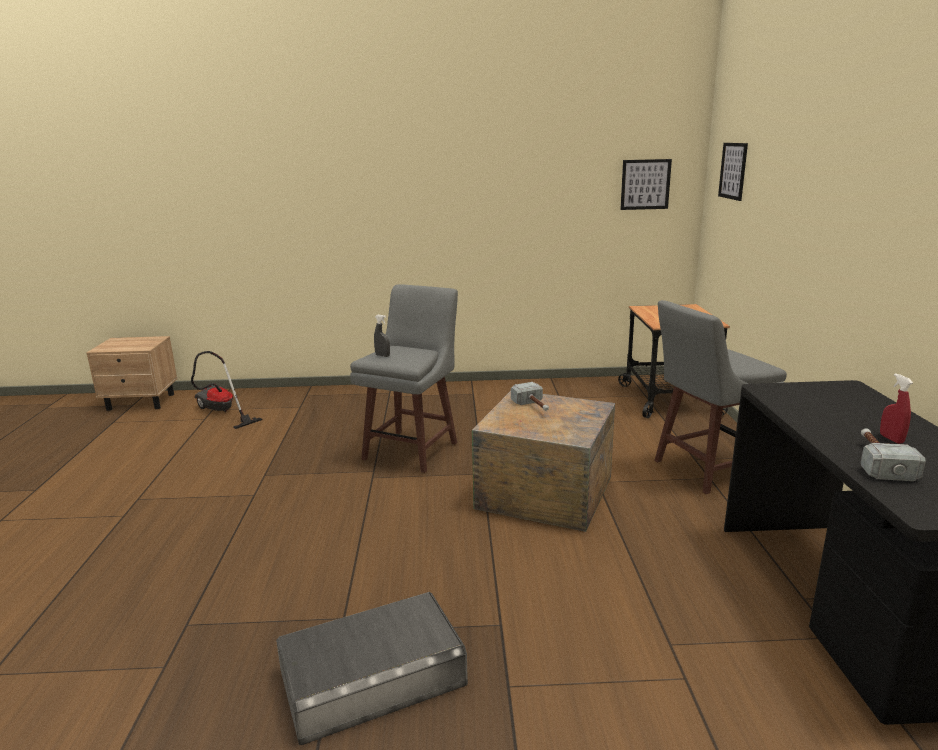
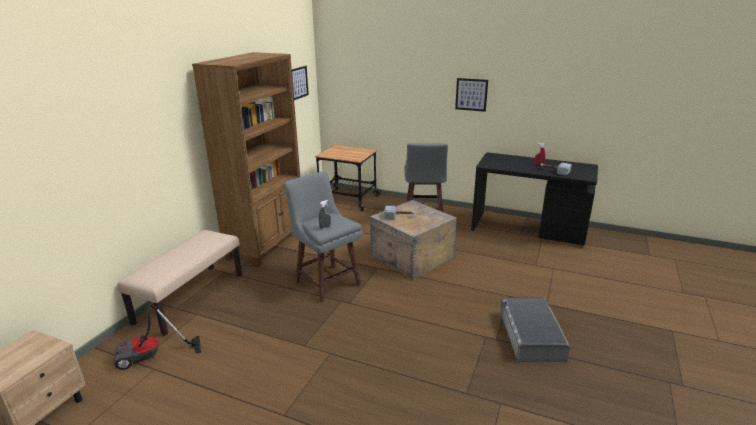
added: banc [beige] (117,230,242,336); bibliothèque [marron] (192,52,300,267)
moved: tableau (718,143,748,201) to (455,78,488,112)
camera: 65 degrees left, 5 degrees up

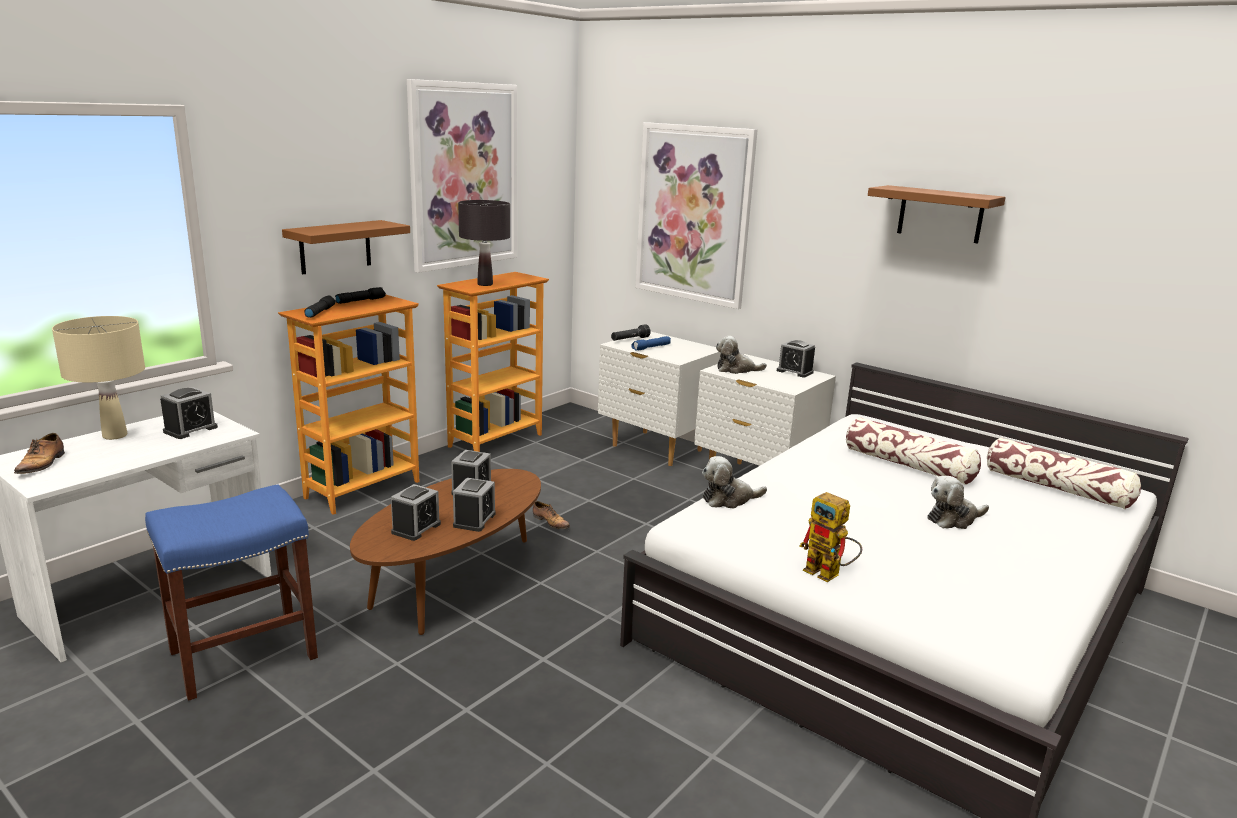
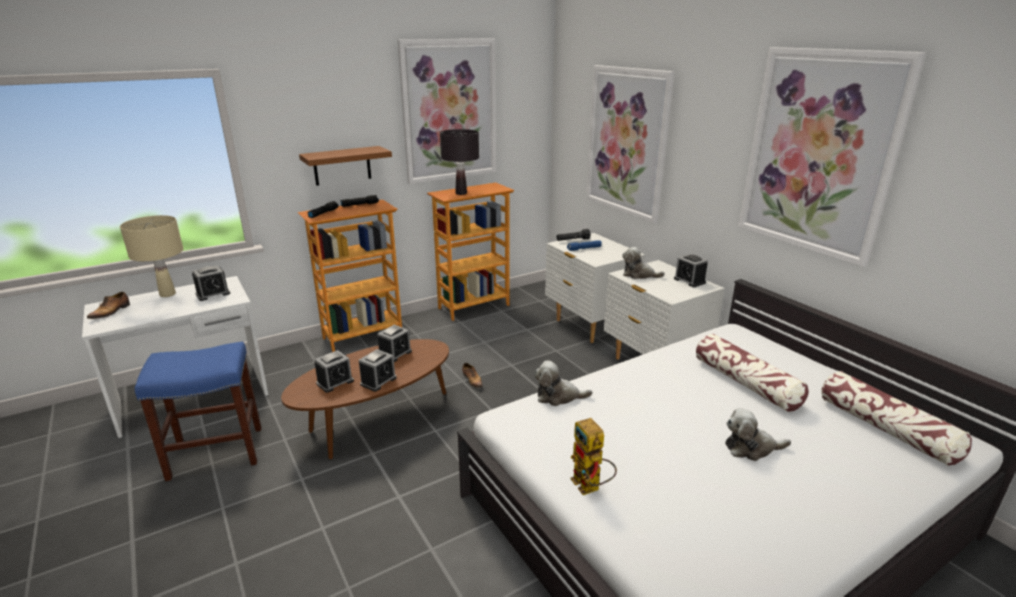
replaced: étagère [marron] (868,185,1006,244) to tableau (738,47,927,267)
camera: 20 degrees right, 5 degrees up

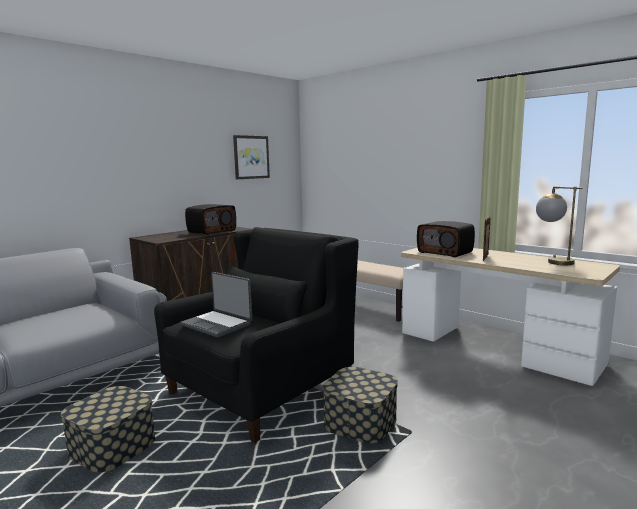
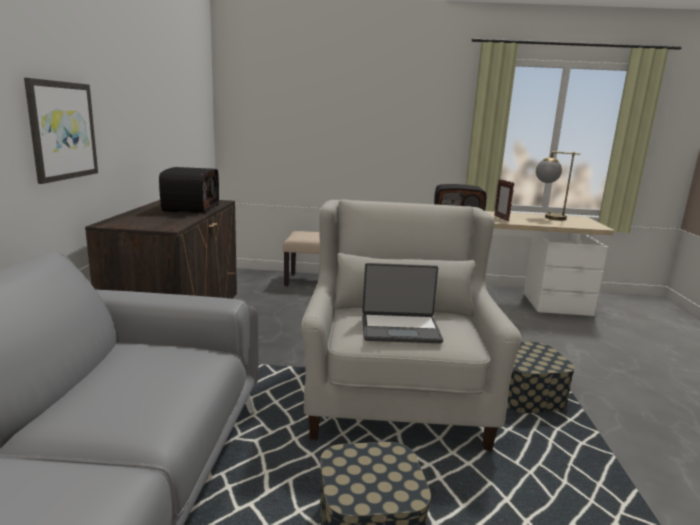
moved: tableau (233,135,270,179) to (24,78,98,184)
recoloured: fauteuil [noir] (154,227,359,443) to fauteuil [blanc] (302,199,521,451)
camera: 40 degrees left, 5 degrees up

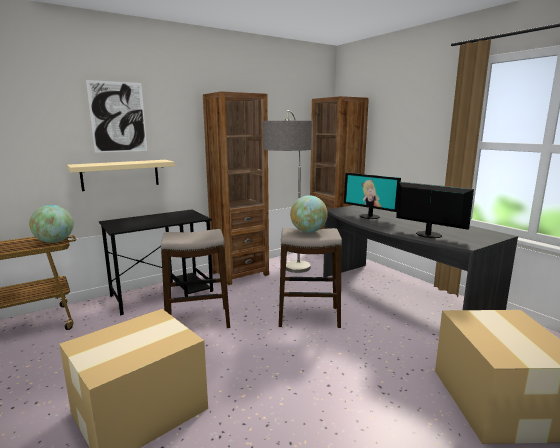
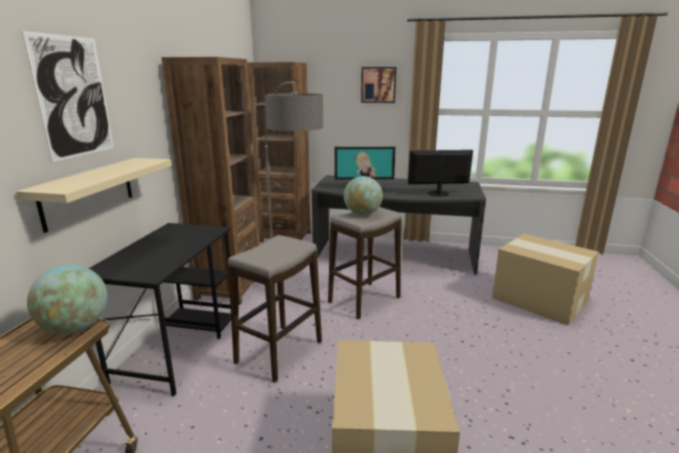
added: tableau (361,67,396,103)
camera: 45 degrees left, 5 degrees up

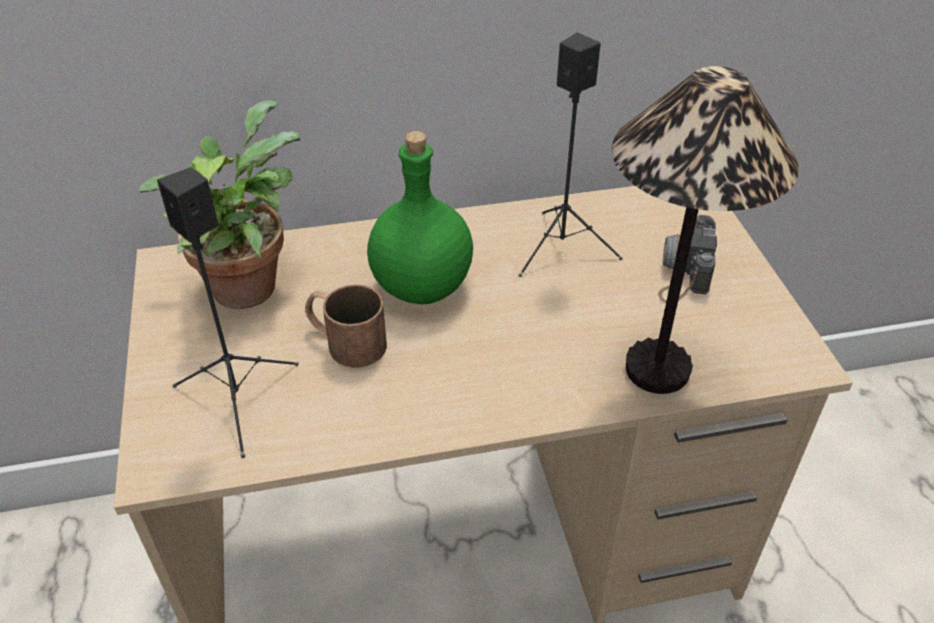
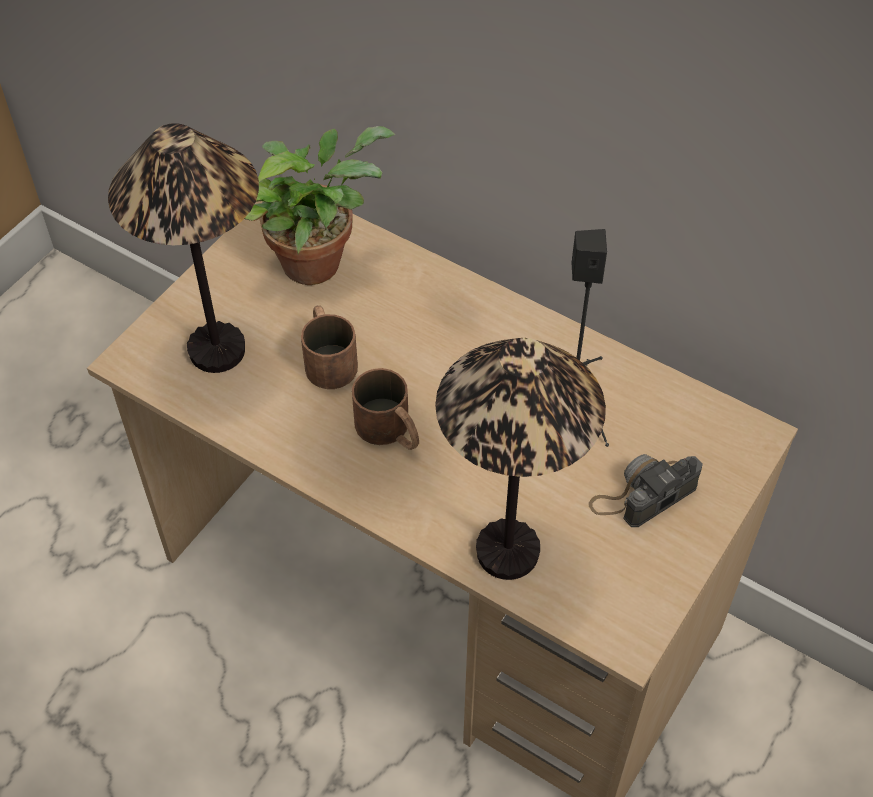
removed: bouteille [vert] (367,131,473,304)
added: mug [marron] (352,368,419,450)
replaced: enceinte [noir] (157,167,299,458) to lampe de table (108,123,259,373)
camera: 45 degrees right, 10 degrees up

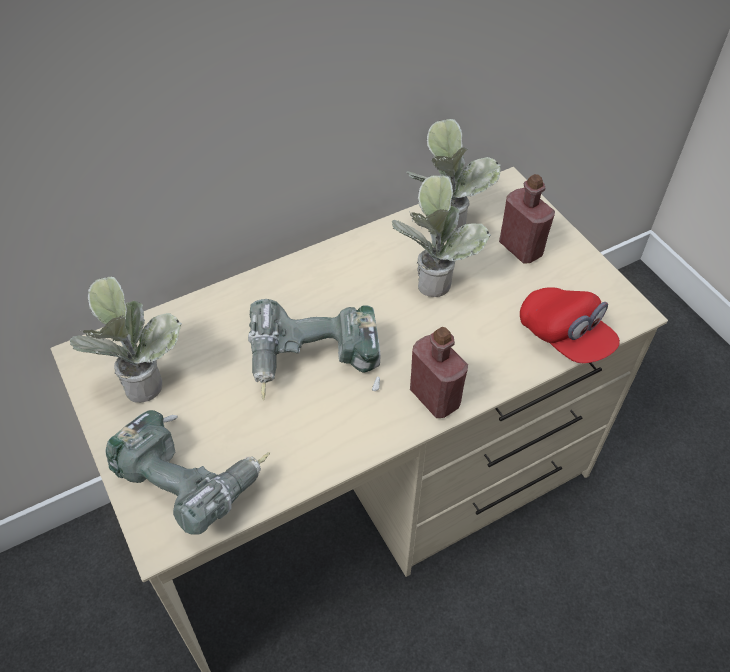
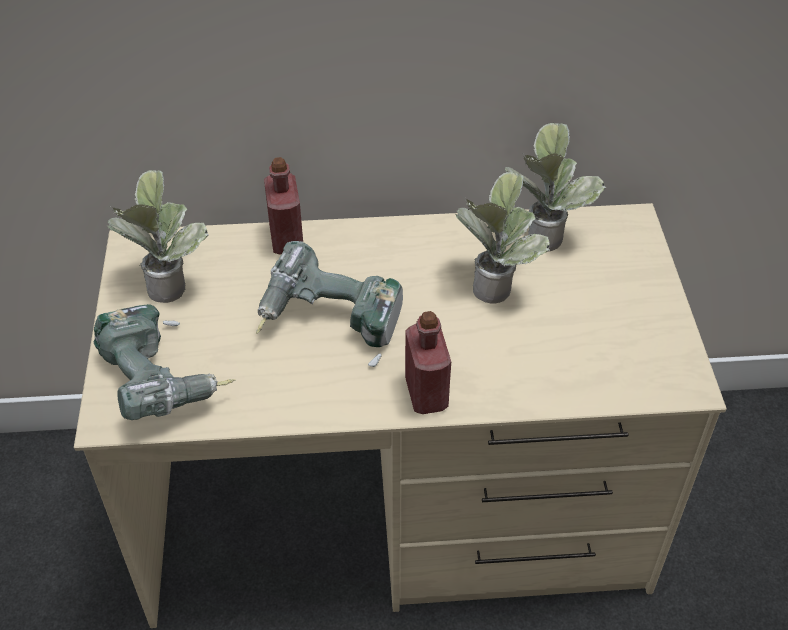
removed: casquette [rouge] (520,287,620,363)
moved: bouteille [rouge] (499,174,555,264) to (264,157,303,255)
camera: 25 degrees right, 5 degrees down

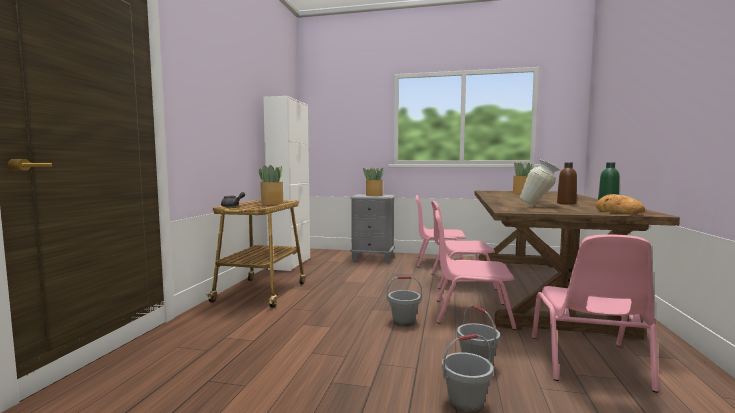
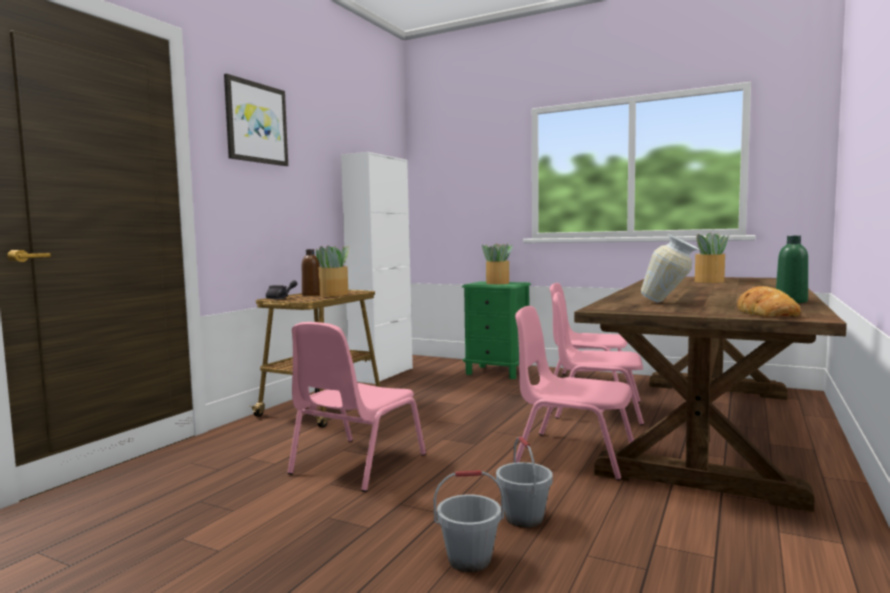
removed: seau [gris] (387,276,422,326)
added: tableau (224,73,288,166)
moved: chaise [rose] (532,234,659,393) to (288,322,426,492); bouteille [marron] (557,162,577,205) to (302,249,320,296)
recoloured: table de chevet [gris] (350,194,396,263) to table de chevet [vert] (462,281,531,379)
camera: 15 degrees right, 0 degrees up

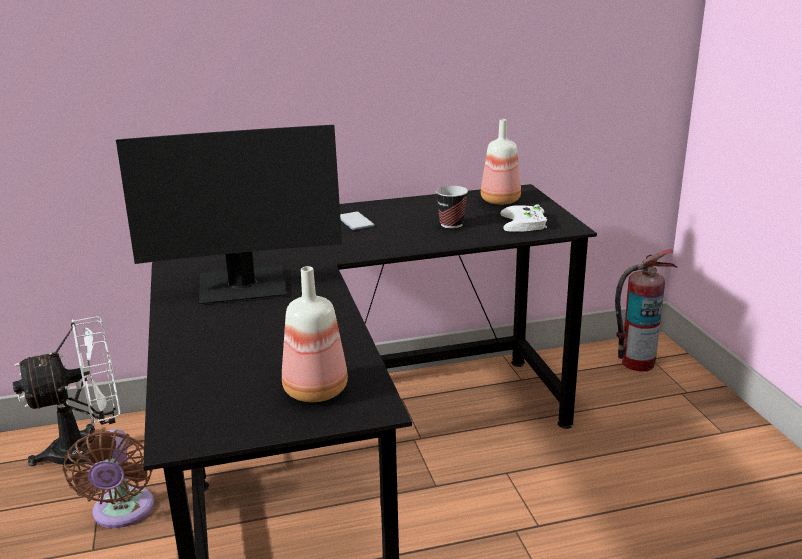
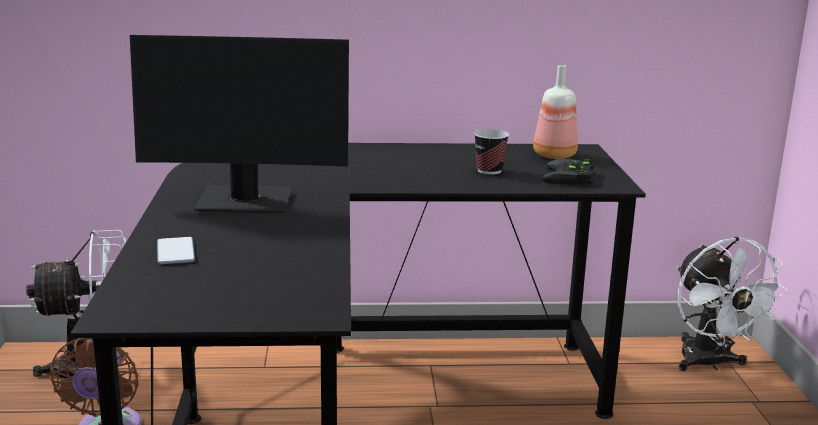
removed: bouteille (282,266,348,402)
moved: téléphone (340,211,375,230) to (157,237,195,264)
replaced: extincteur (615,249,677,371) to ventilateur [blanc] (677,237,789,371)
recoloured: manette [blanc] (500,205,547,232) to manette [noir] (543,159,594,184)
camera: 10 degrees right, 5 degrees down

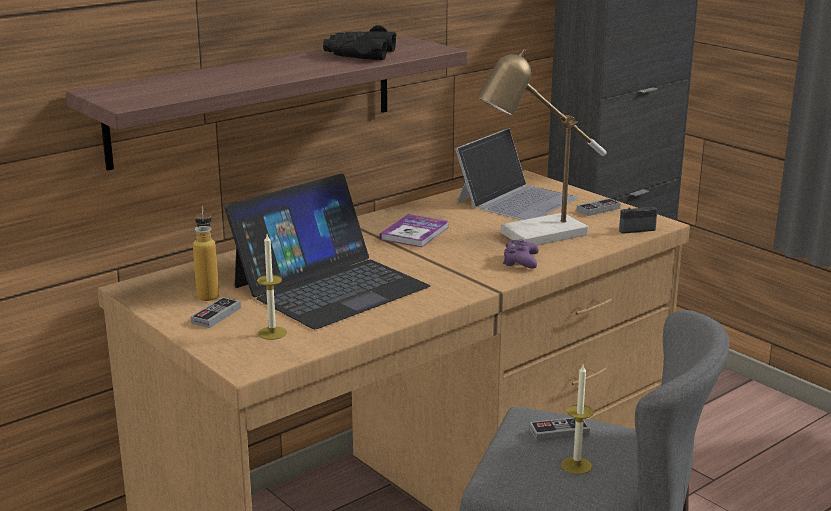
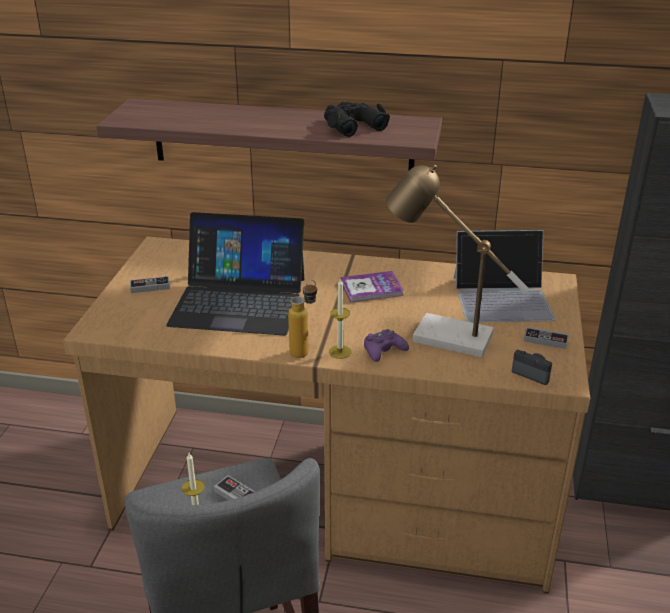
moved: bouteille (193,205,219,301) to (288,280,317,358); bougie (257,234,287,340) to (329,278,351,359)
camera: 50 degrees right, 10 degrees up

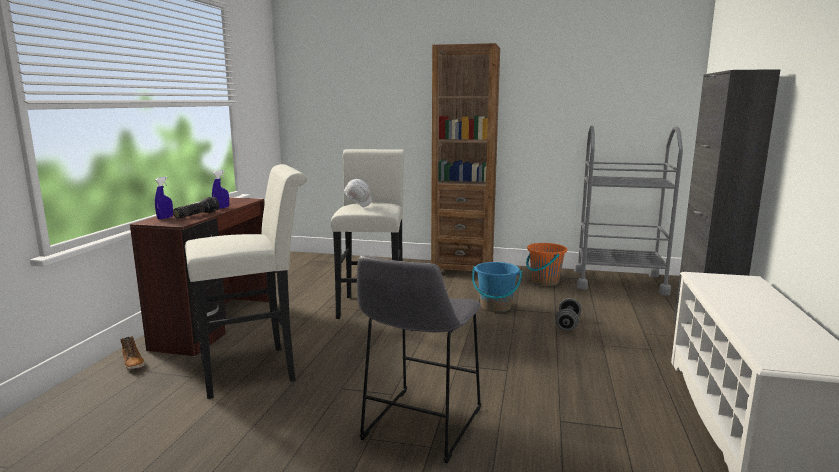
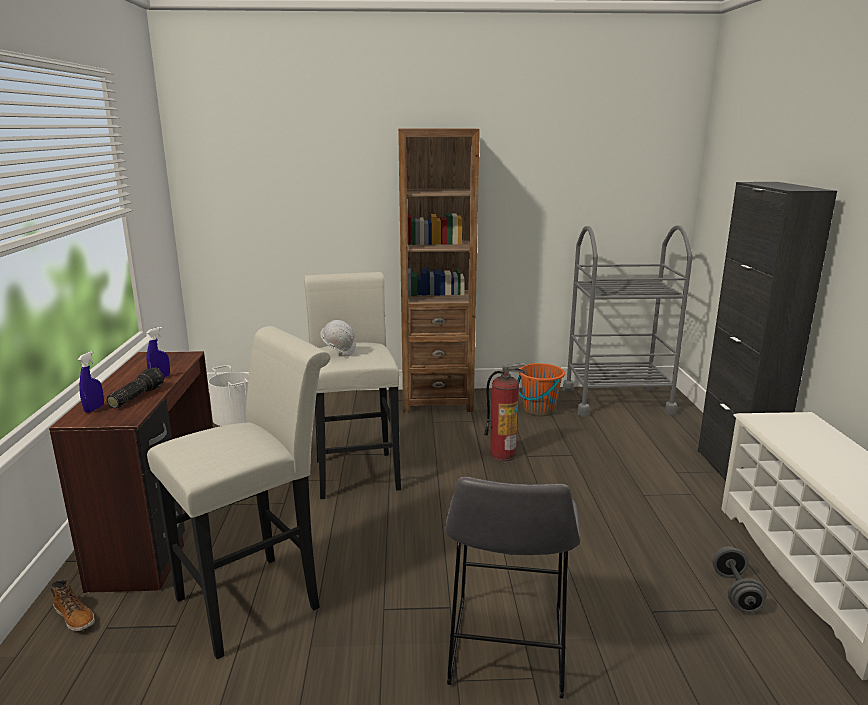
added: seau [blanc] (208,365,249,426)
moved: haltère [gris] (555,298,581,331) to (713,546,767,613)
replaced: seau [bleu] (472,262,522,312) to extincteur (484,363,525,461)
camera: 15 degrees left, 5 degrees up

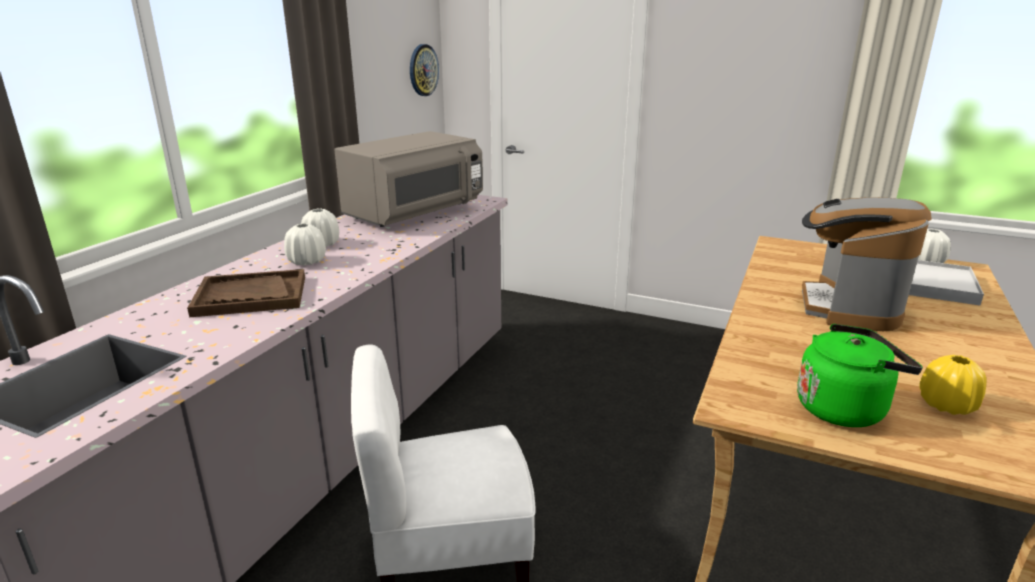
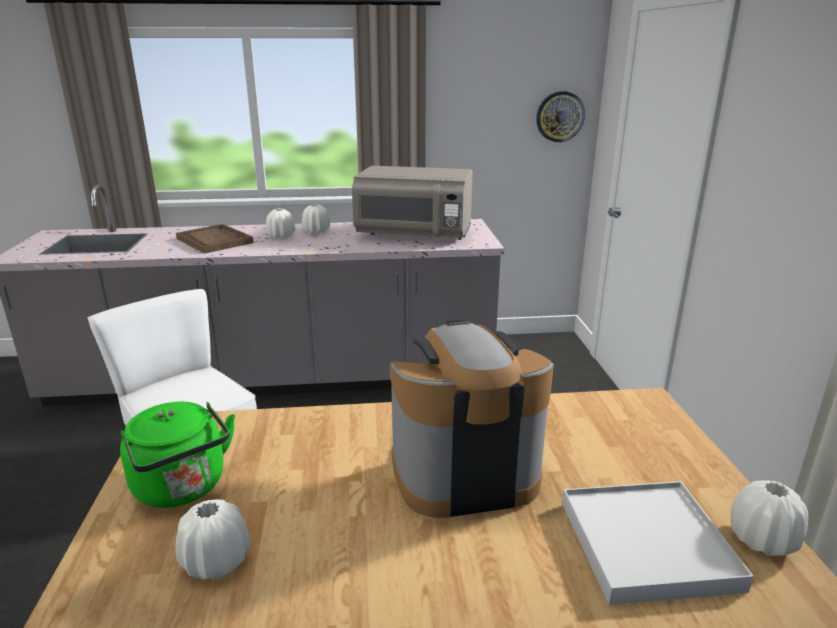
recoloured: vase [jaune] (919,355,987,415) to vase [blanc] (176,499,250,579)
camera: 60 degrees right, 0 degrees up

